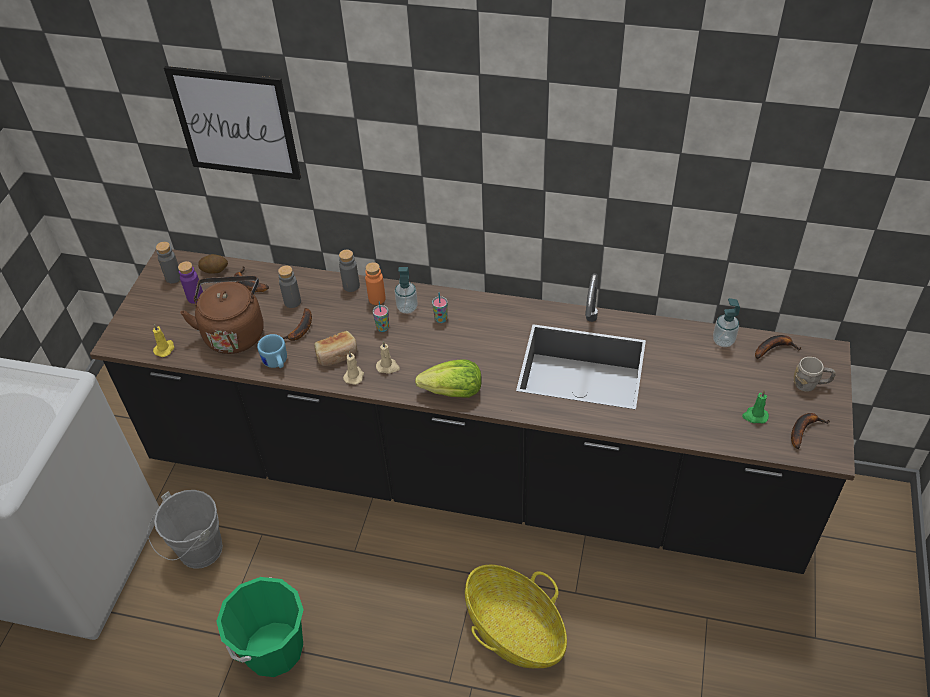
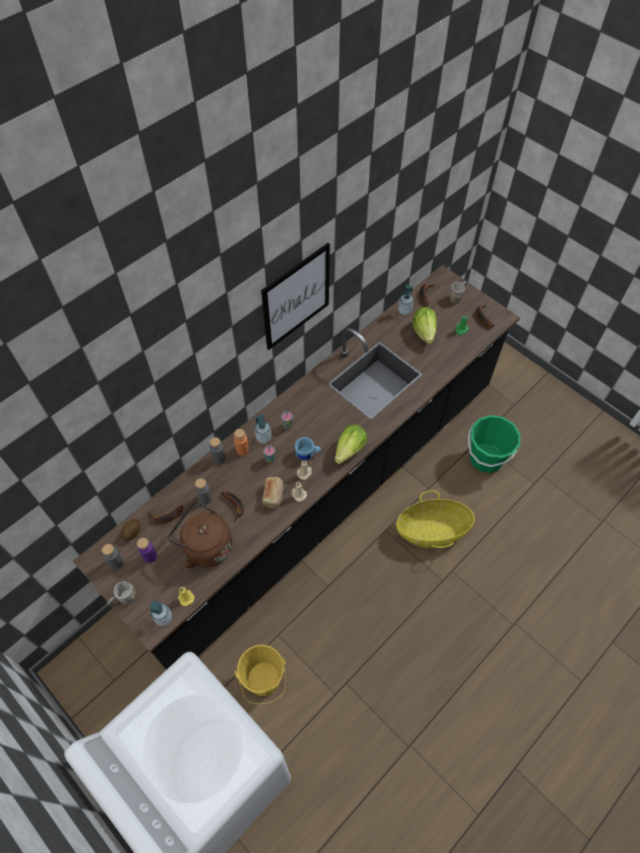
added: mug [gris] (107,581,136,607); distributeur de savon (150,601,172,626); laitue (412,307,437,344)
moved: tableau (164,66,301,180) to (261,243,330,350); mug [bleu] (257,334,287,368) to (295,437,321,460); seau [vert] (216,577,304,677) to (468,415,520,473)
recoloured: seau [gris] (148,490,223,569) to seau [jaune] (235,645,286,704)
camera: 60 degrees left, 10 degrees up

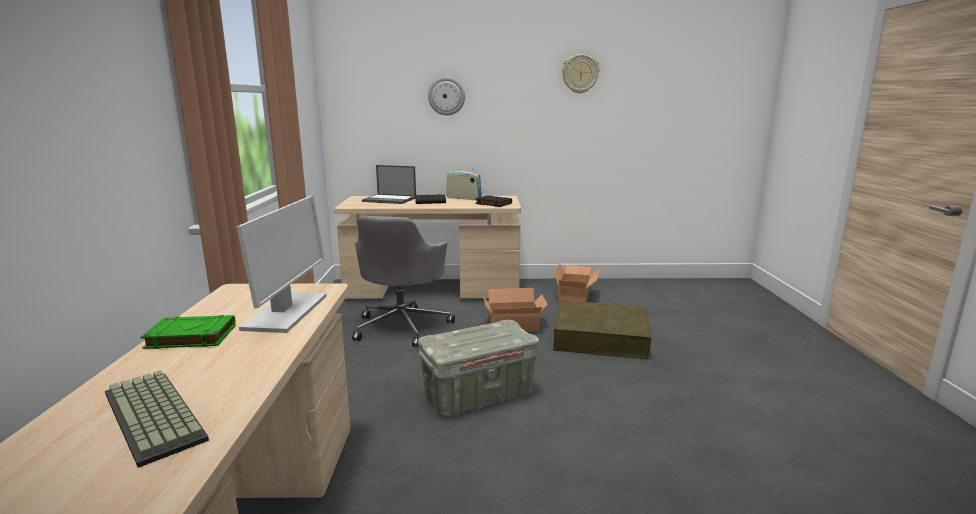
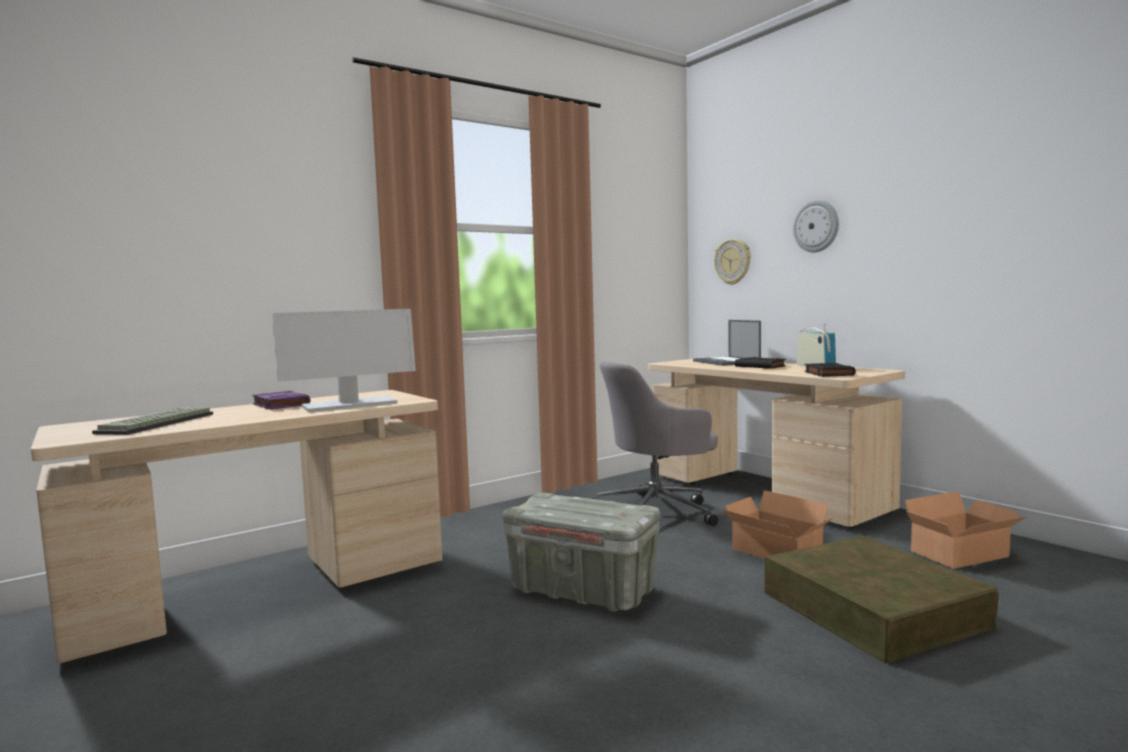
moved: horloge murale (562,54,600,94) to (714,239,751,285)
recoloured: livre [vert] (140,315,236,349) to livre [violet] (252,391,311,410)
camera: 55 degrees right, 10 degrees down

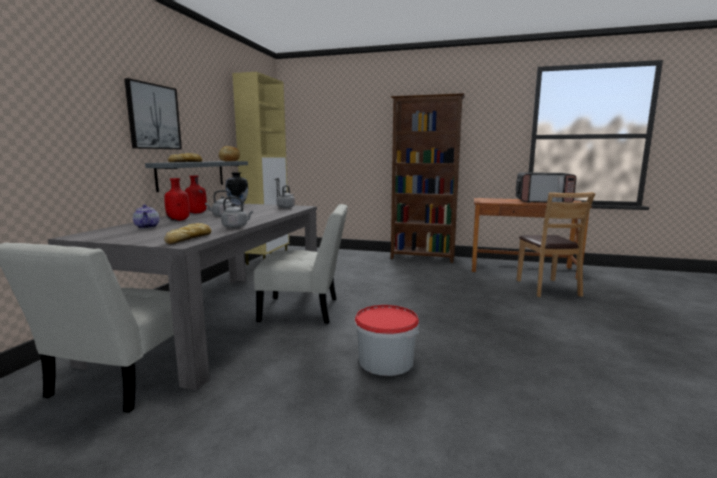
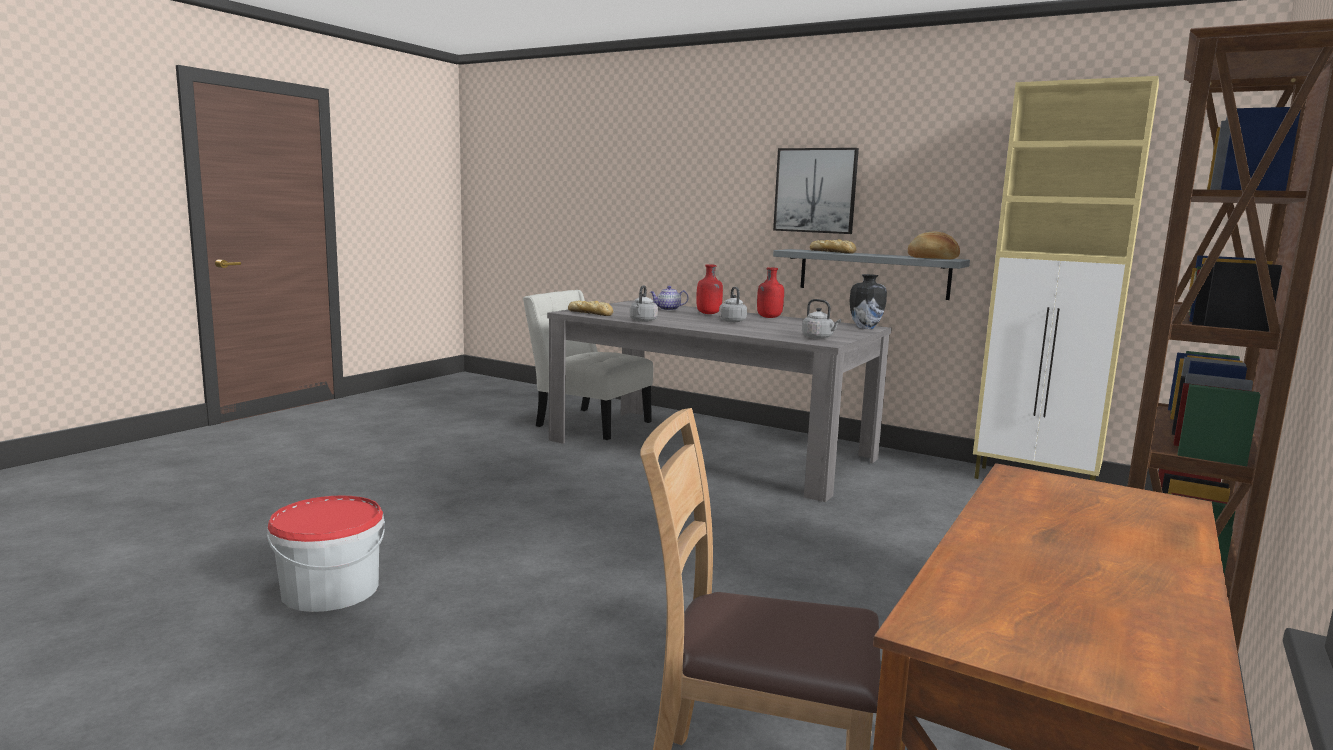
removed: chaise [blanc] (254,204,348,324); micro-ondes (516,172,576,203)
moved: seau (354,305,419,376) to (267,495,385,612)
camera: 105 degrees right, 0 degrees up

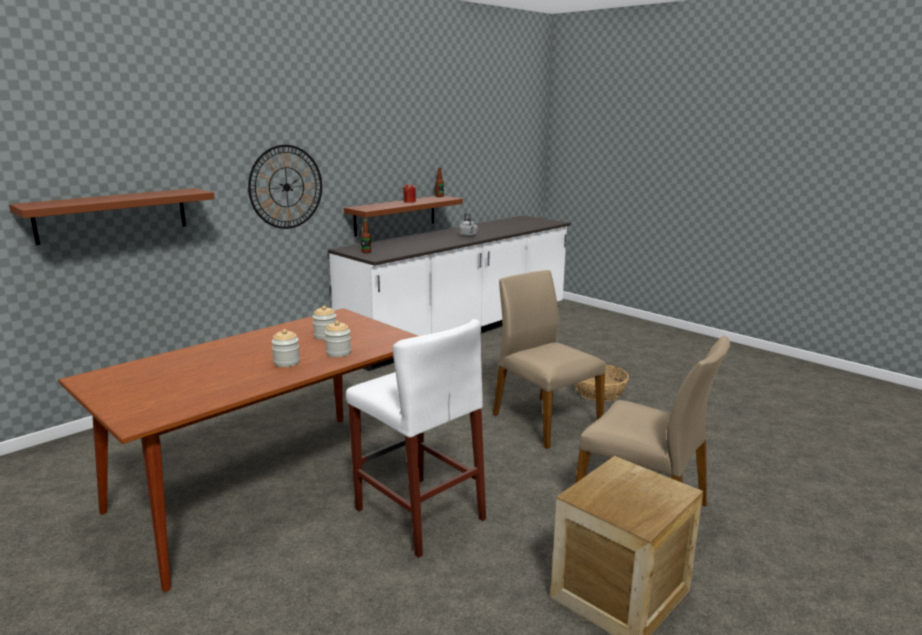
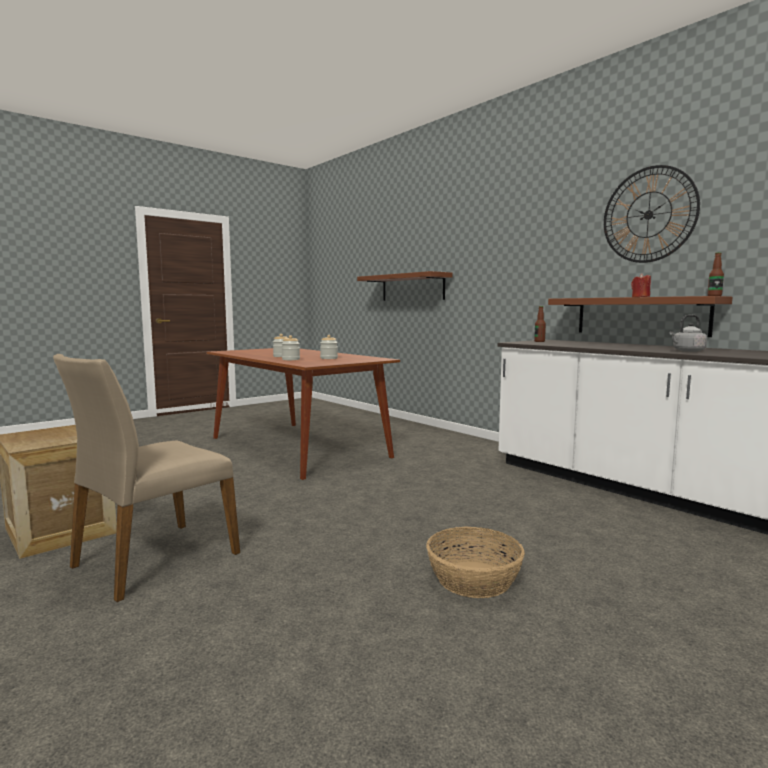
removed: tabouret [blanc] (346,319,486,558); chaise [beige] (493,270,606,449)
moved: horloge murale (248,145,322,229) to (604,165,700,263)
camera: 95 degrees right, 10 degrees down

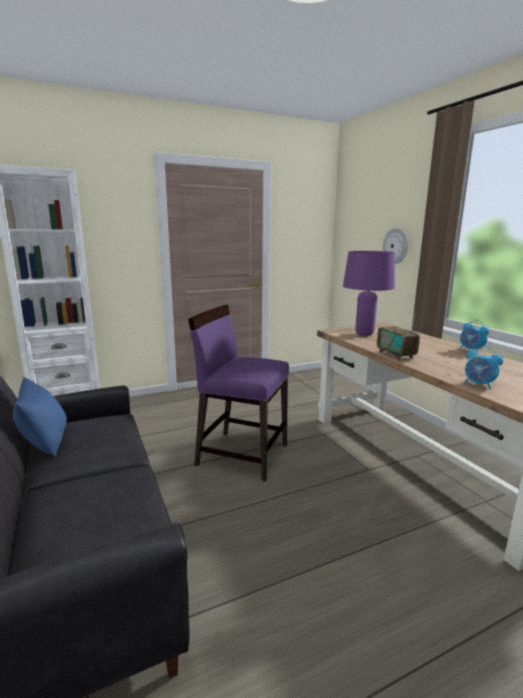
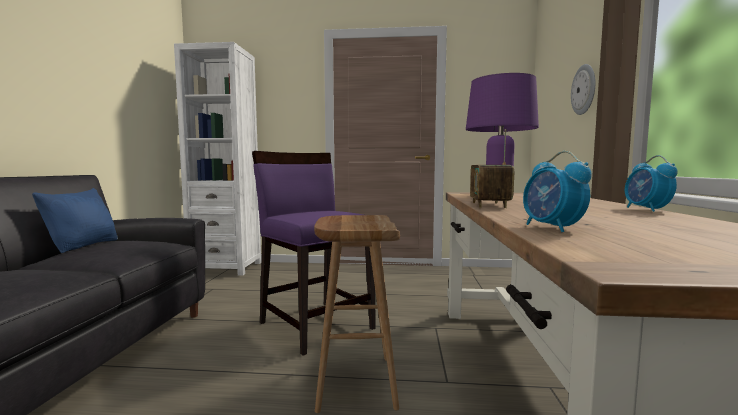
added: tabouret [marron] (314,215,400,413)
camera: 30 degrees right, 10 degrees down

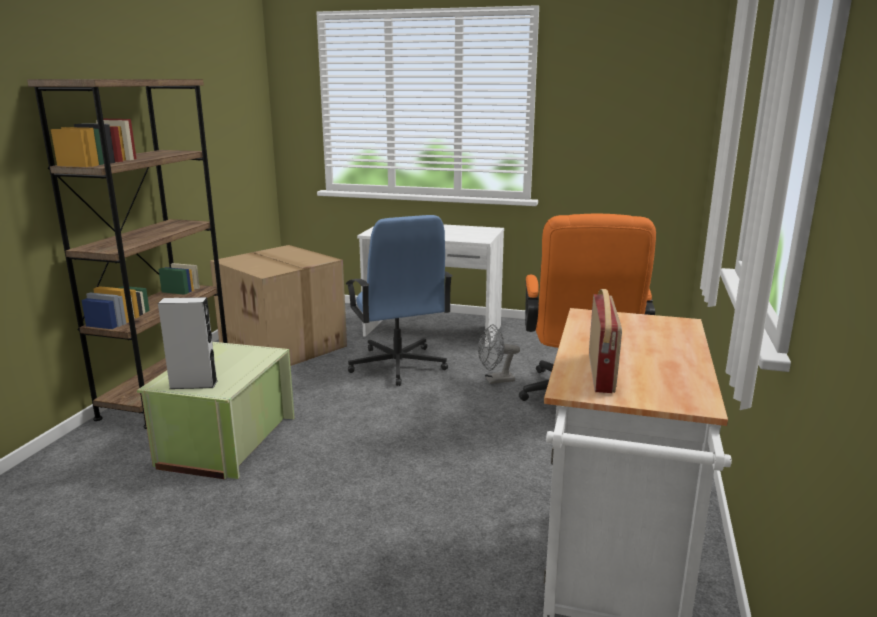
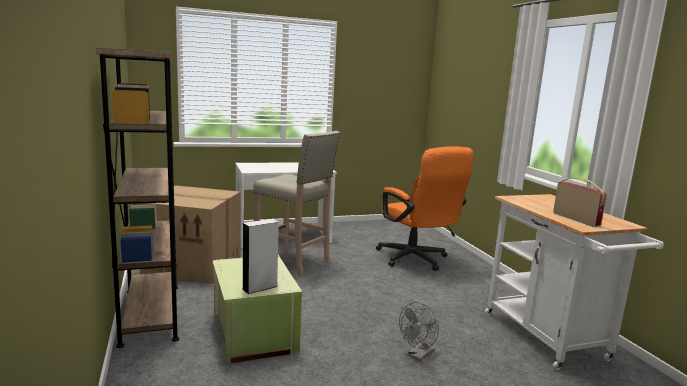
moved: ventilateur [gris] (478,324,520,384) to (399,302,439,361)
replaced: chaise de bureau [bleu] (346,215,453,386) to tabouret [beige] (253,131,340,276)
camera: 35 degrees left, 5 degrees down

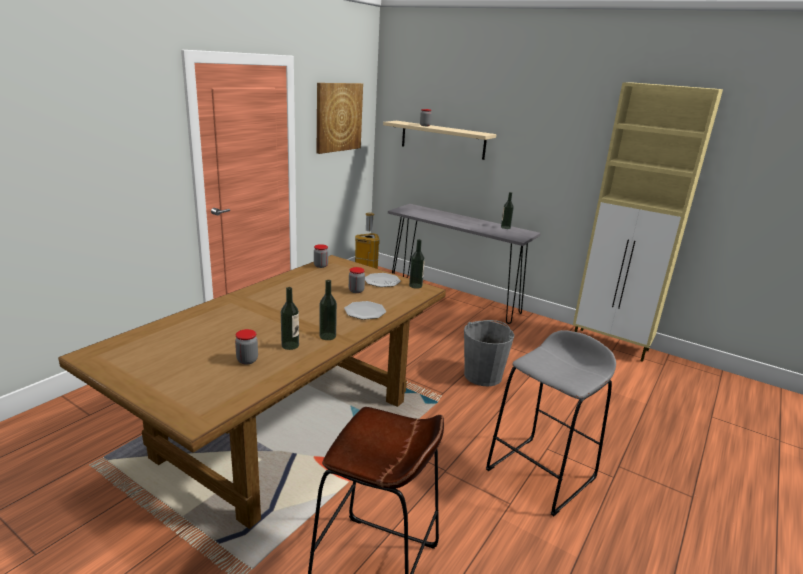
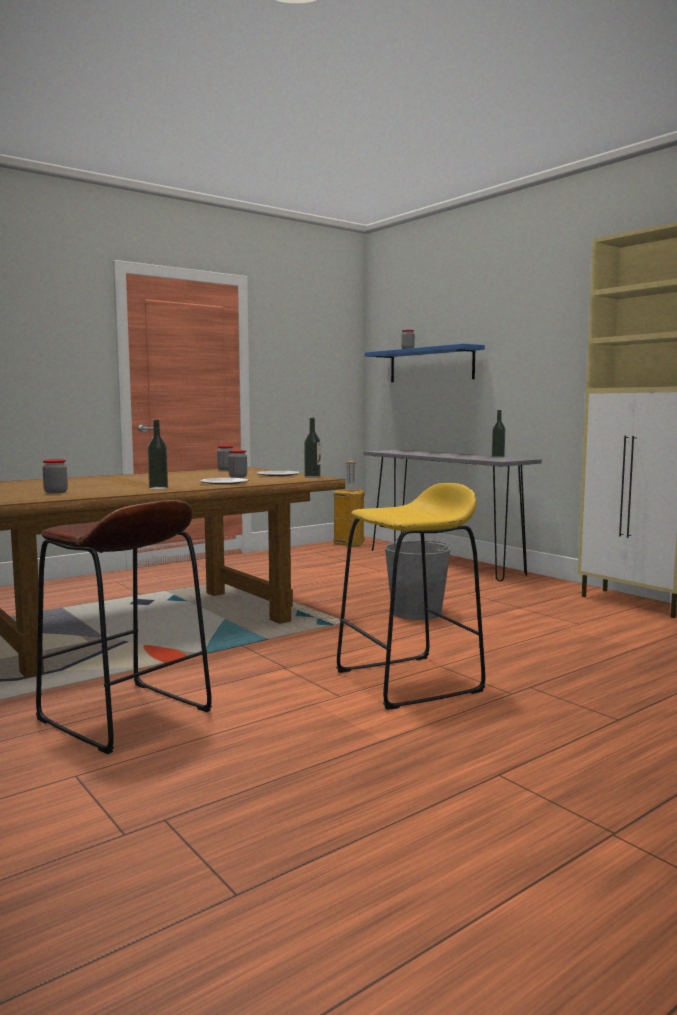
removed: bouteille (281,287,299,350); tableau (317,83,363,154)
recoloured: tabouret [gris] (486,330,616,516) to tabouret [jaune] (336,483,485,710); étagère [beige] (383,121,496,160) to étagère [bleu] (364,344,485,382)
camera: 20 degrees right, 15 degrees down

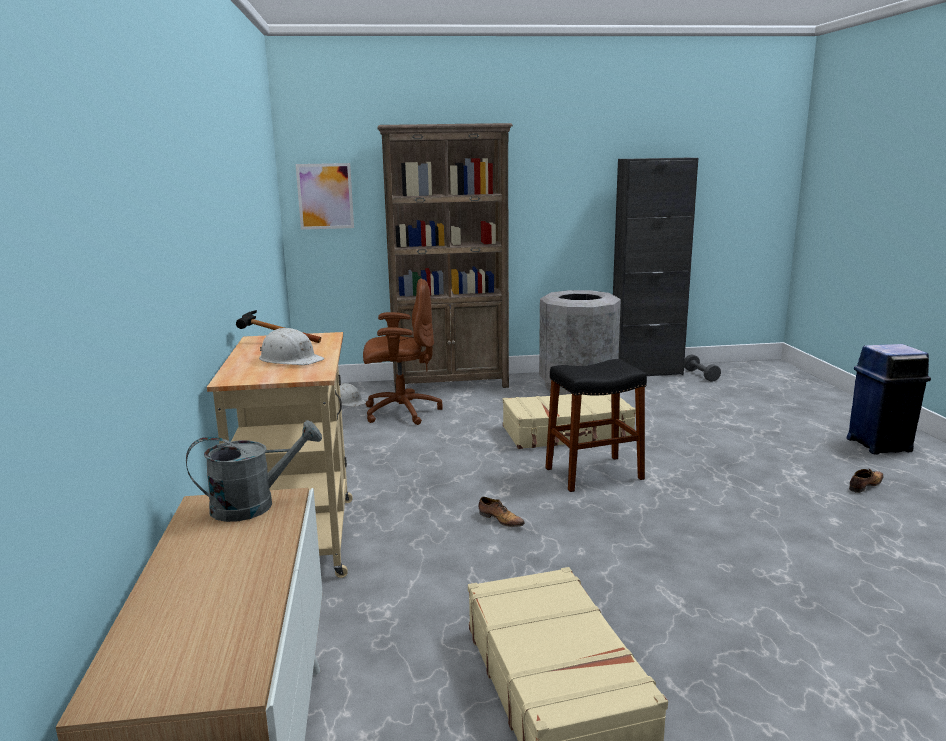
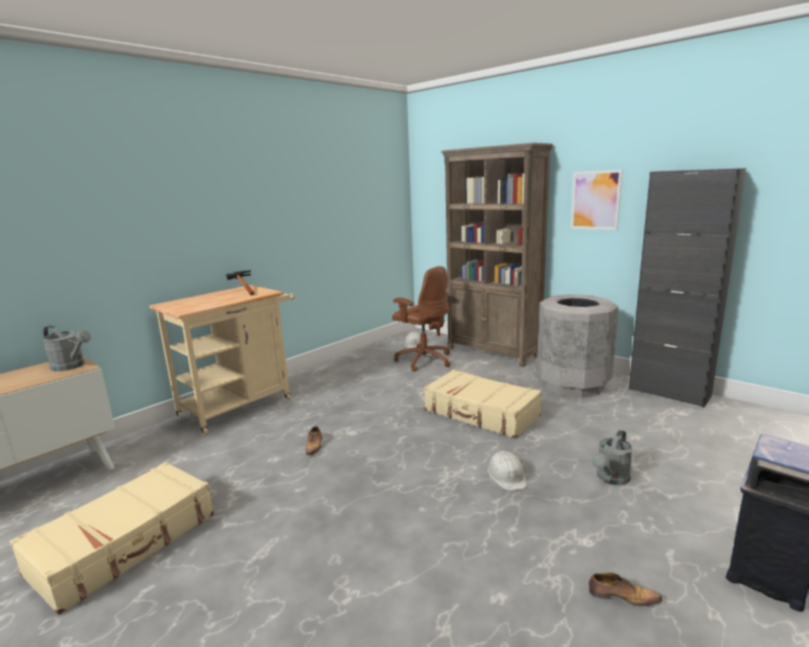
removed: tabouret [noir] (545,359,647,492); haltère [gris] (684,355,721,382)
added: arrosoir [gris] (592,430,633,485)
moved: casque de chantier [blanc] (259,328,325,365) to (487,451,527,491); tableau (296,163,354,230) to (571,170,623,230)
camera: 50 degrees right, 0 degrees up

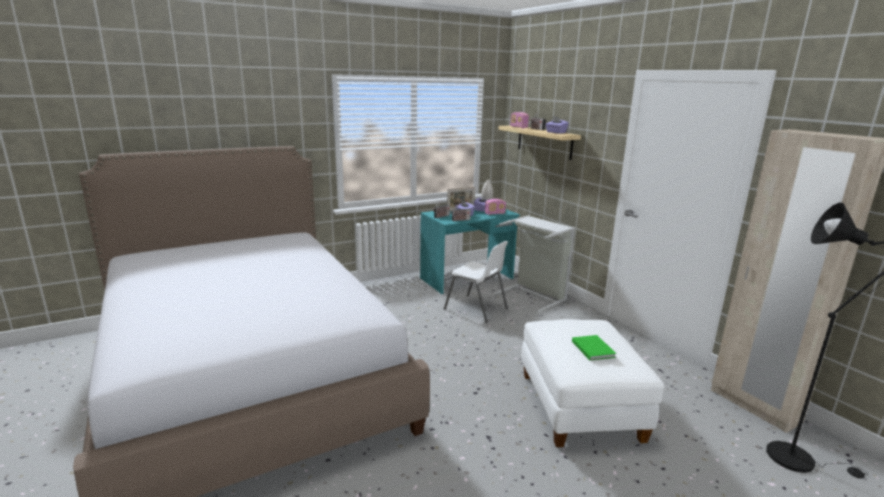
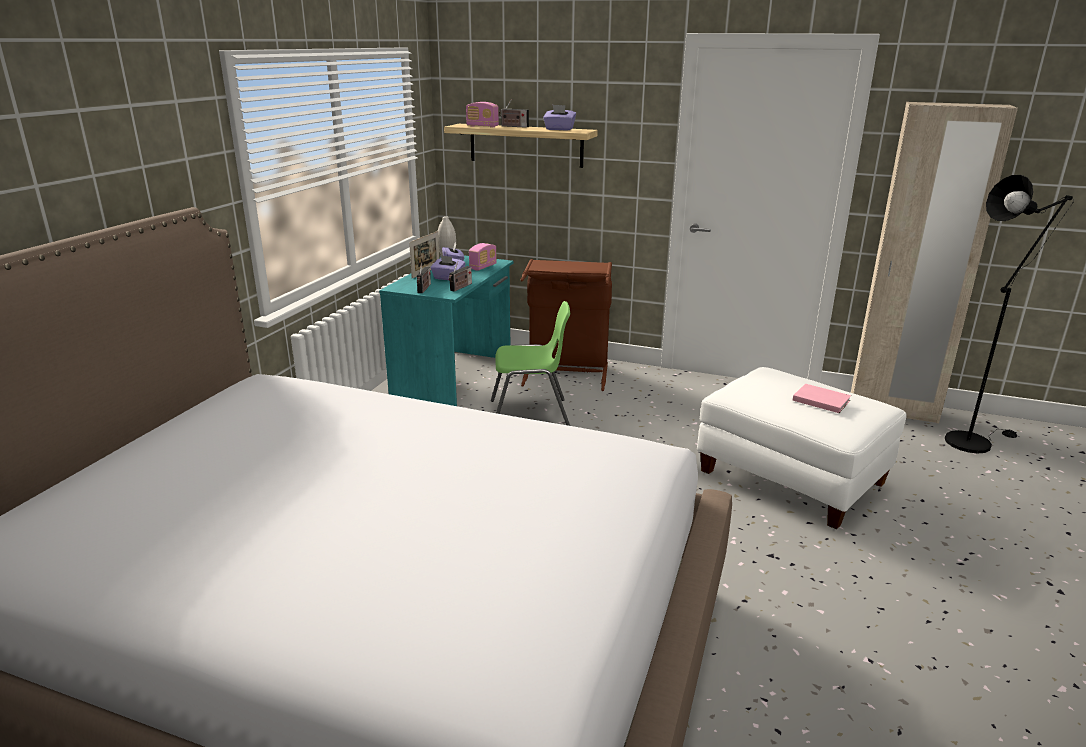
recoloured: chaise [blanc] (444,241,508,323) to chaise [vert] (491,301,570,426); panier à linge [gris] (495,215,575,312) to panier à linge [marron] (520,259,612,391); livre [vert] (572,335,616,360) to livre [rose] (792,384,851,413)
camera: 40 degrees left, 5 degrees up

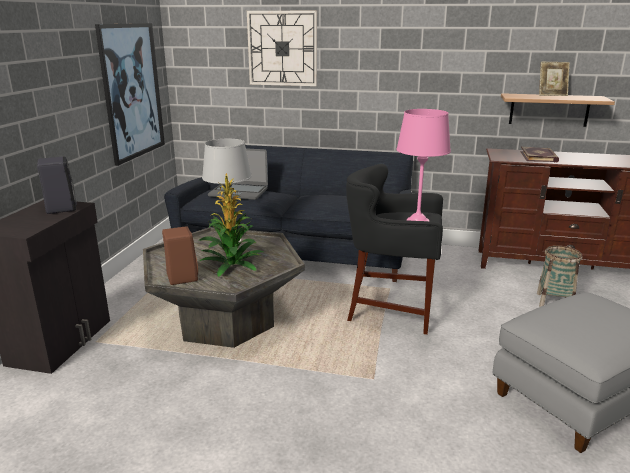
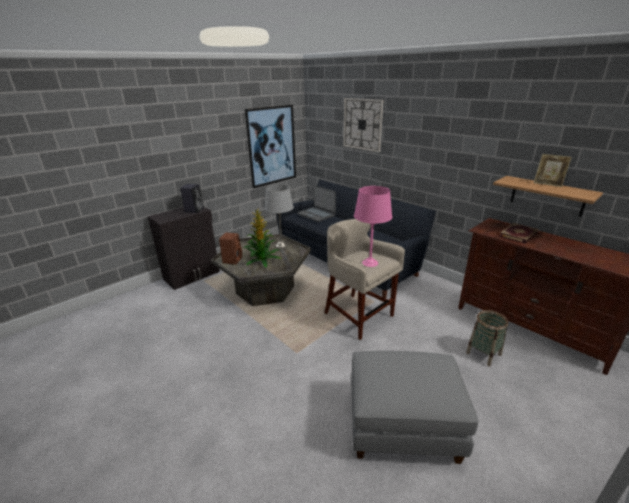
recoloured: tabouret [noir] (346,164,443,335) to tabouret [beige] (325,219,405,340)
camera: 35 degrees right, 5 degrees up

